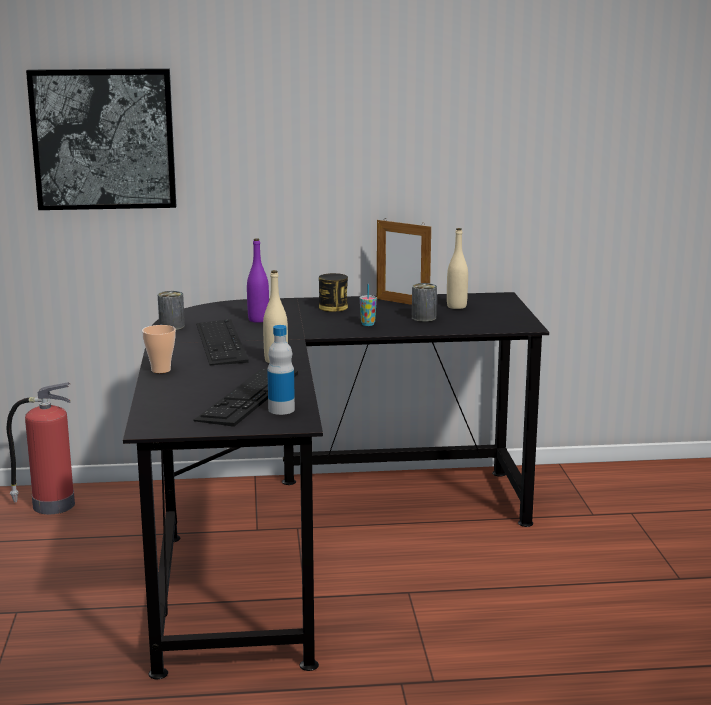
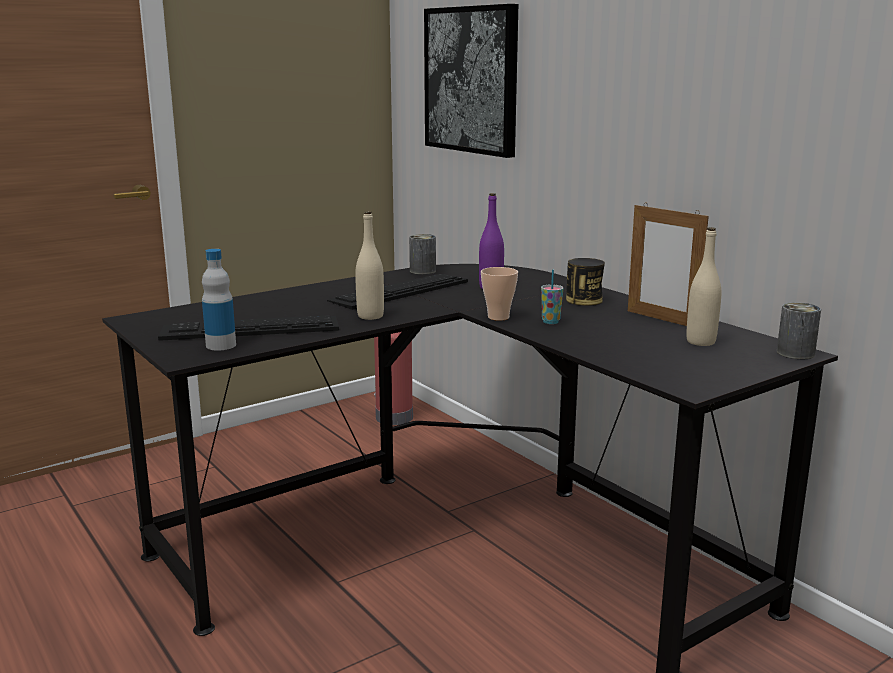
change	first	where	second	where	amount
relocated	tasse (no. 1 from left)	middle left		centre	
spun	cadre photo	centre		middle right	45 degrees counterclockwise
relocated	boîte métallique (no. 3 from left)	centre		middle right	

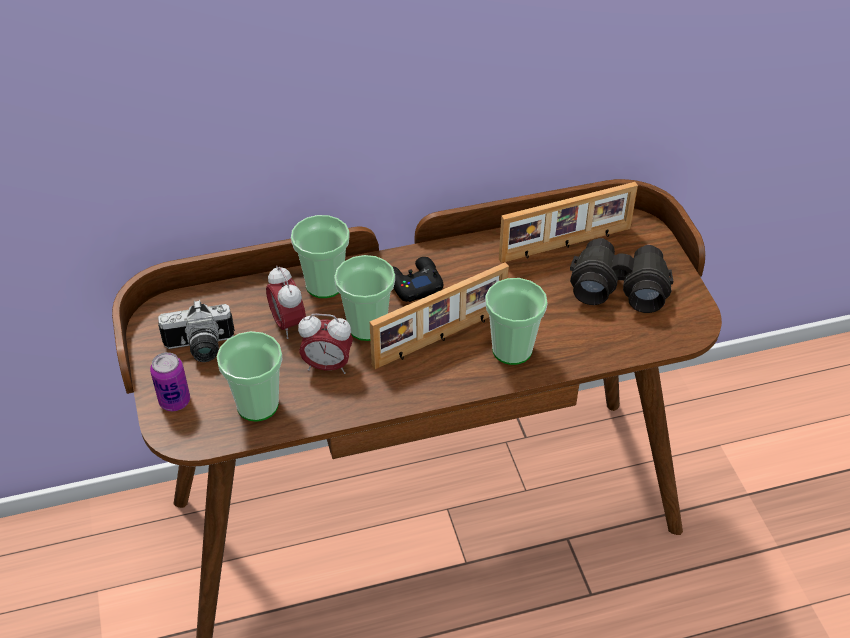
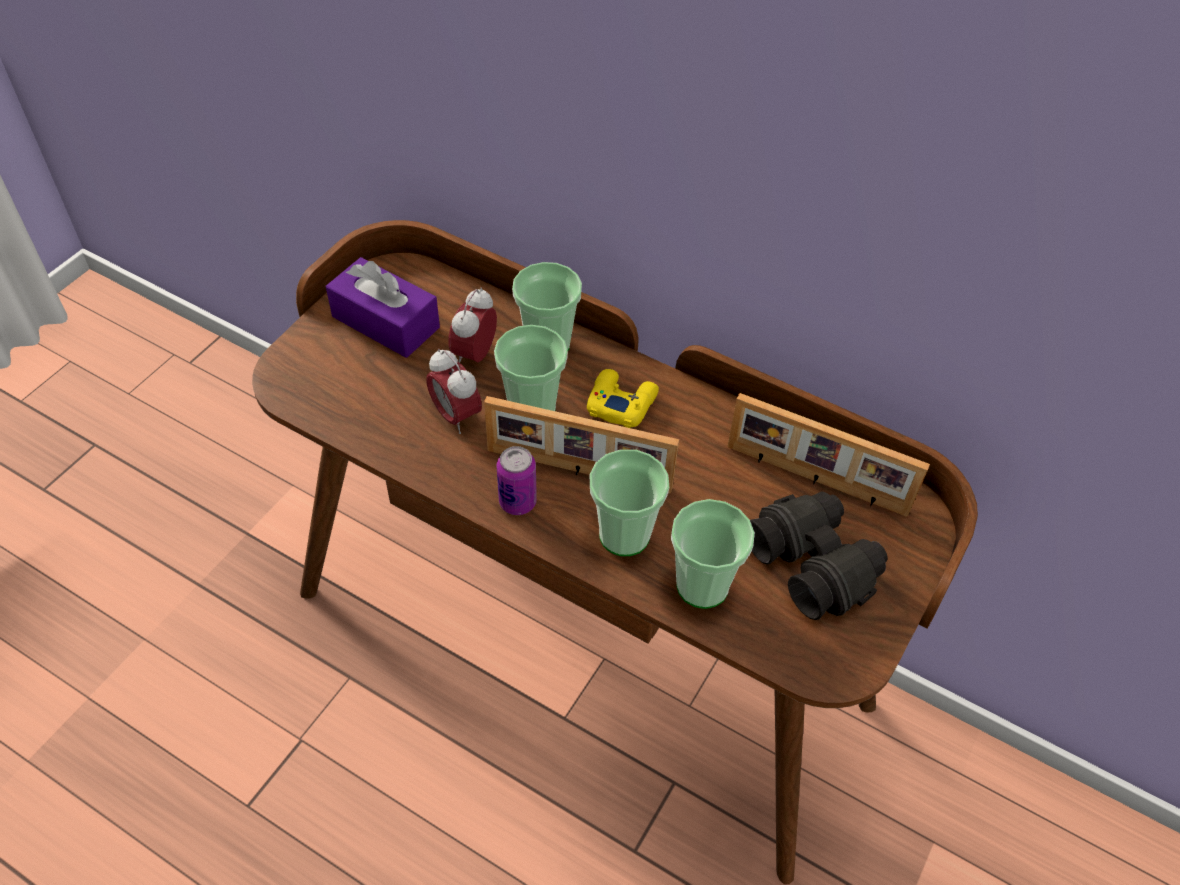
change	first	where	second	where	amount
exchanged	appareil photo	middle left	boîte à mouchoirs (violet)	middle left	
relocated	boîte métallique	middle left		centre	
colour	manette (noir)	centre	manette (jaune)	centre	
relocated	tasse (no. 1 from left in the first image)	middle left	tasse (no. 4 from left)	centre	

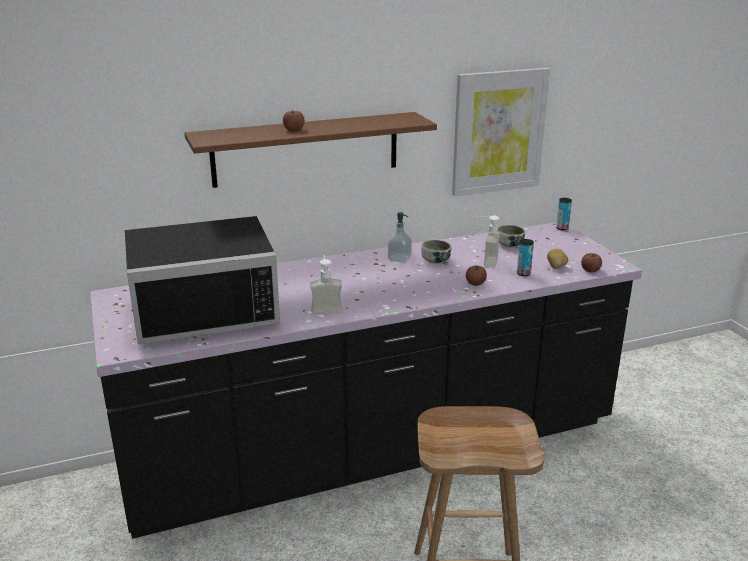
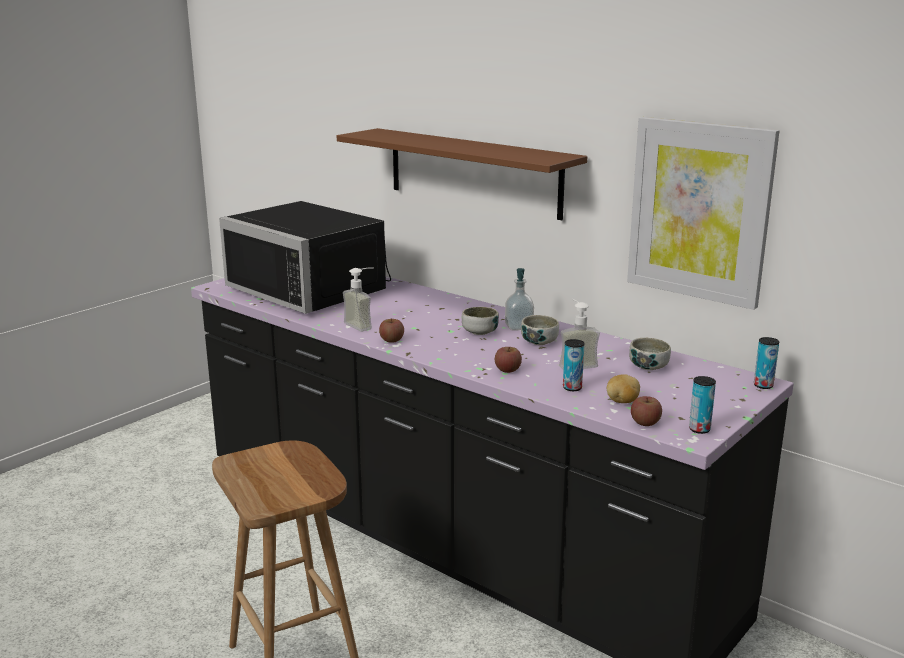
change	first	where	second	where	amount
relocated	pomme (no. 1 from left)	top centre		centre	
appeared			bol (no. 1 from left)	centre	
appeared			boîte métallique (no. 2 from left)	middle right	

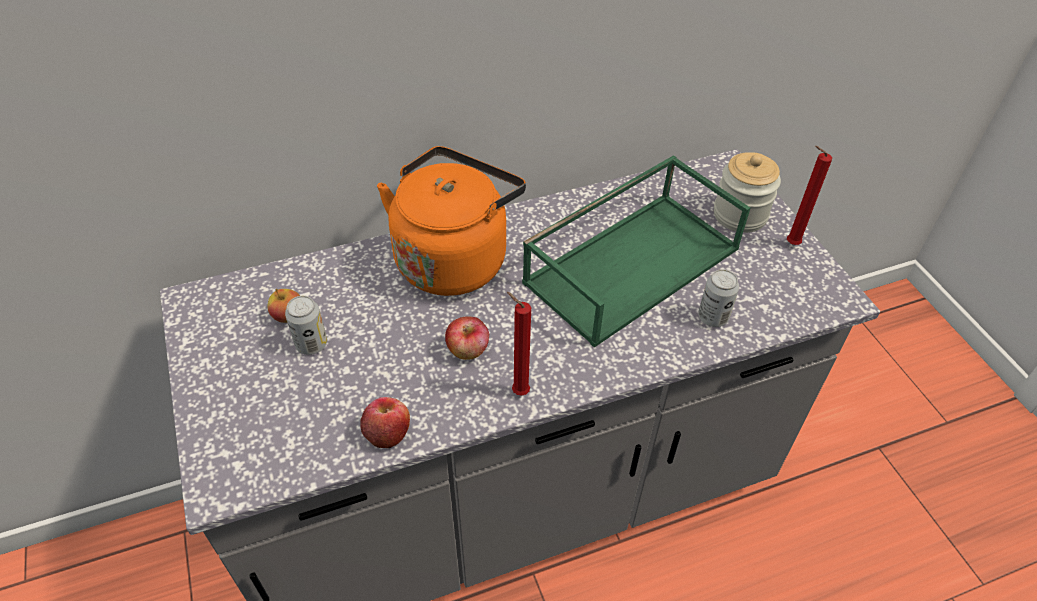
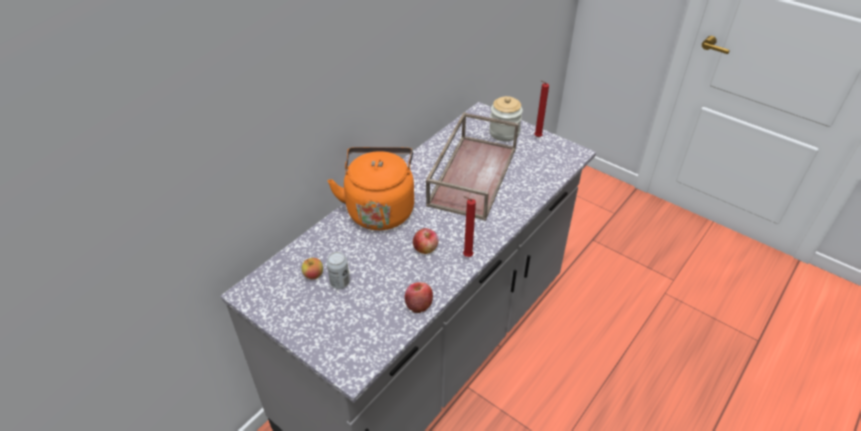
change	first	where	second	where	amount
colour	plateau (vert)	centre	plateau (marron)	centre	
missing	boîte métallique (no. 2 from left)	middle right			

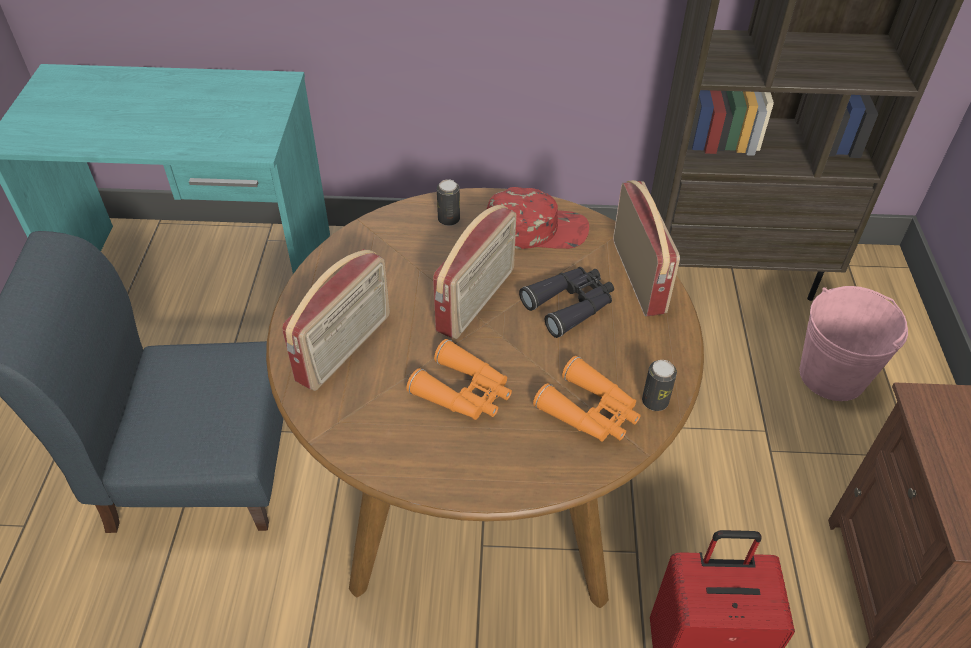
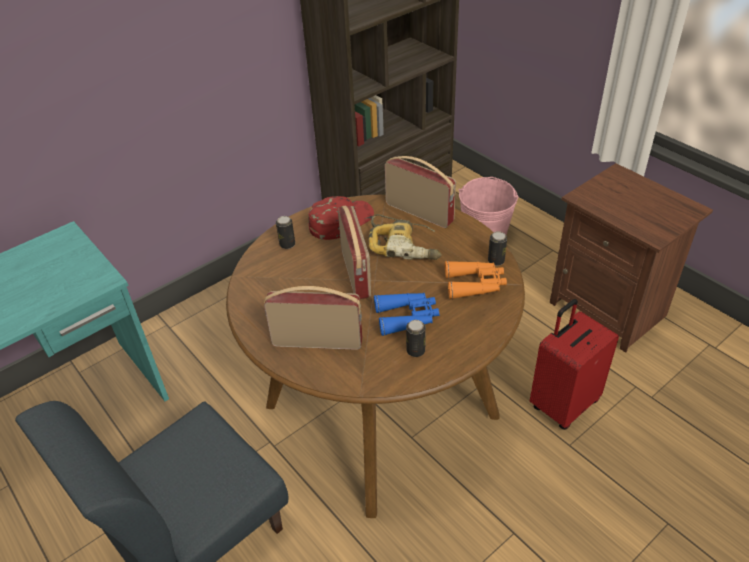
change	first	where	second	where	amount
spun	radio (no. 1 from left)	centre		centre	75 degrees counterclockwise
exchanged	jumelles (noir)	centre	perceuse	centre	
colour	jumelles (orange) (no. 1 from left)	centre	jumelles (bleu)	centre	
appeared			boîte métallique (no. 2 from left)	centre	

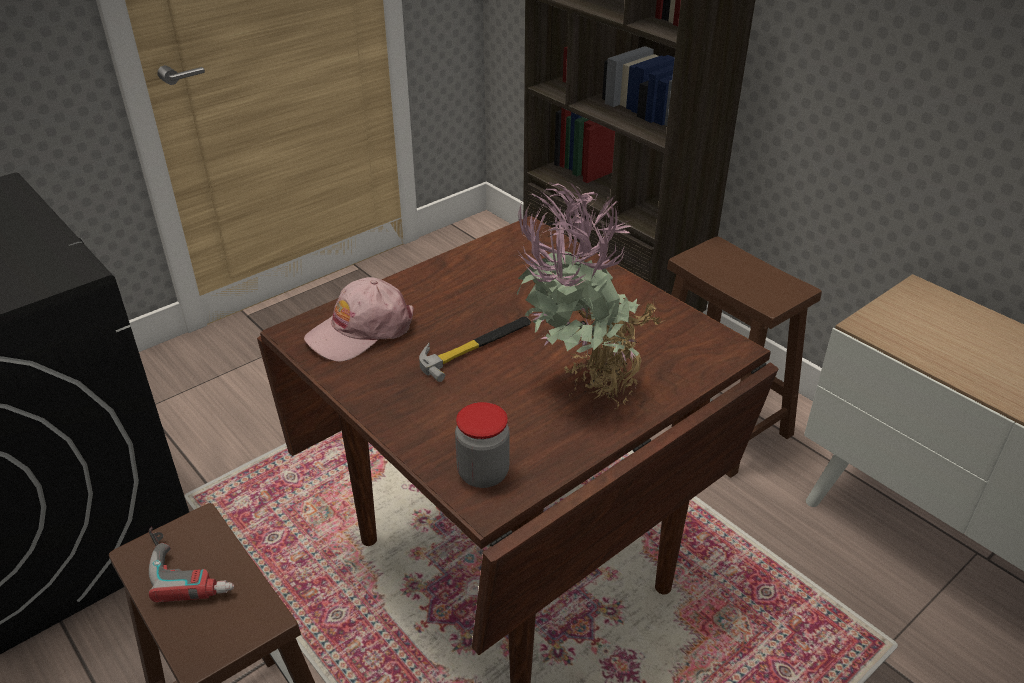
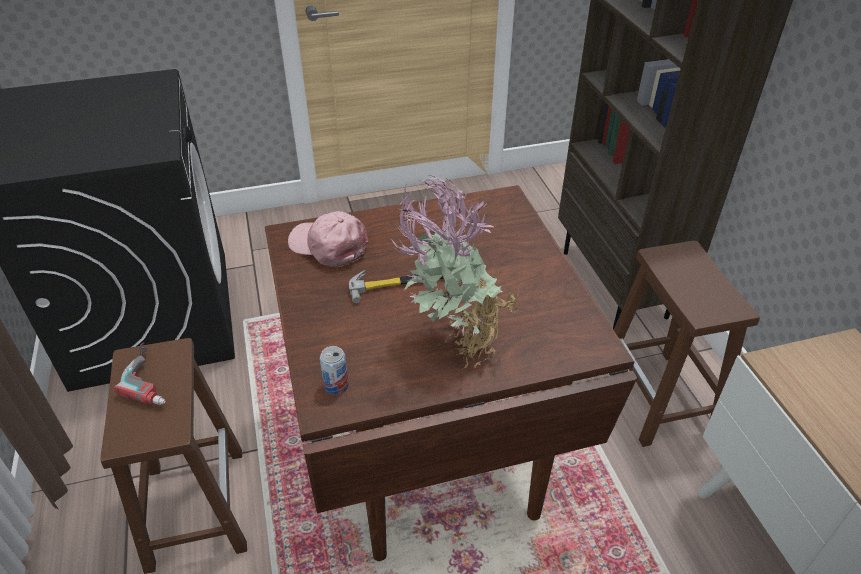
change	first	where	second	where	amount
spun	casquette (rose)	centre		centre	45 degrees clockwise
exchanged	bocal	centre	boîte métallique	centre	

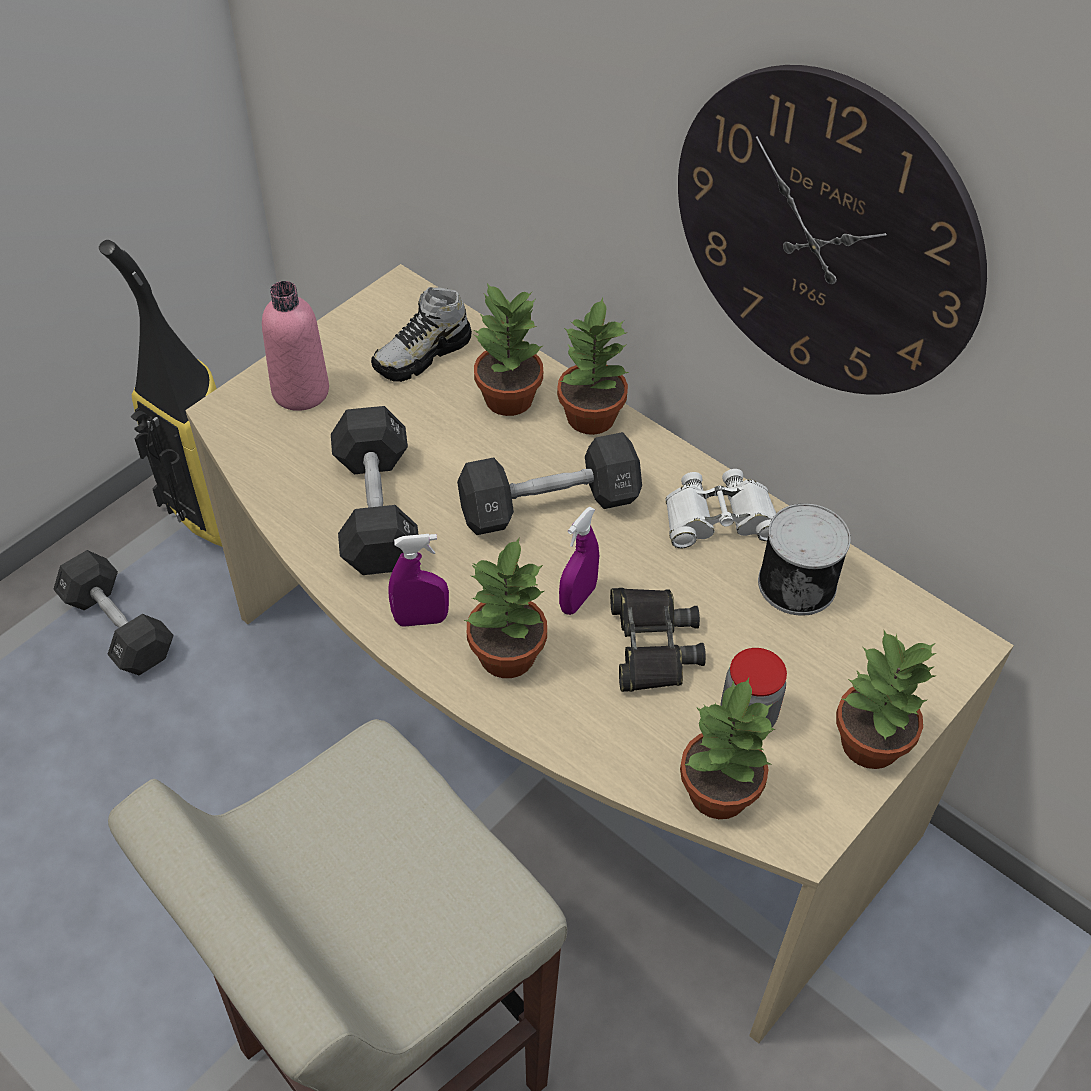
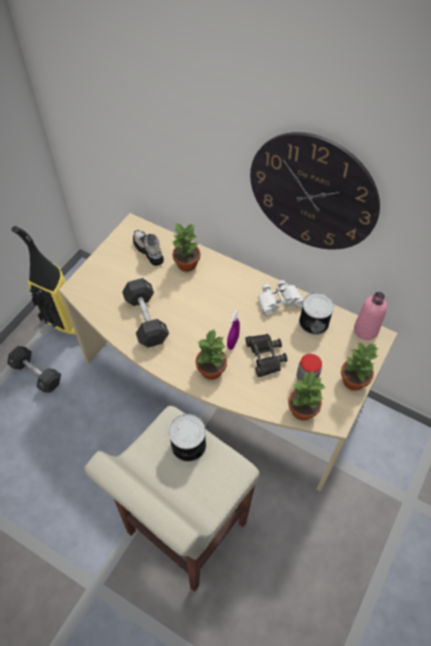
change	first	where	second	where	amount
spun	chaussure	top centre		centre	105 degrees clockwise
appeared			boîte métallique (no. 1 from left)	bottom centre	
relocated	bouteille (rose)	top left		middle right	
missing	vaporisateur (violet) (no. 1 from left)	centre			
missing	haltère (noir) (no. 3 from left)	centre			
missing	plante en pot (no. 3 from left)	centre			

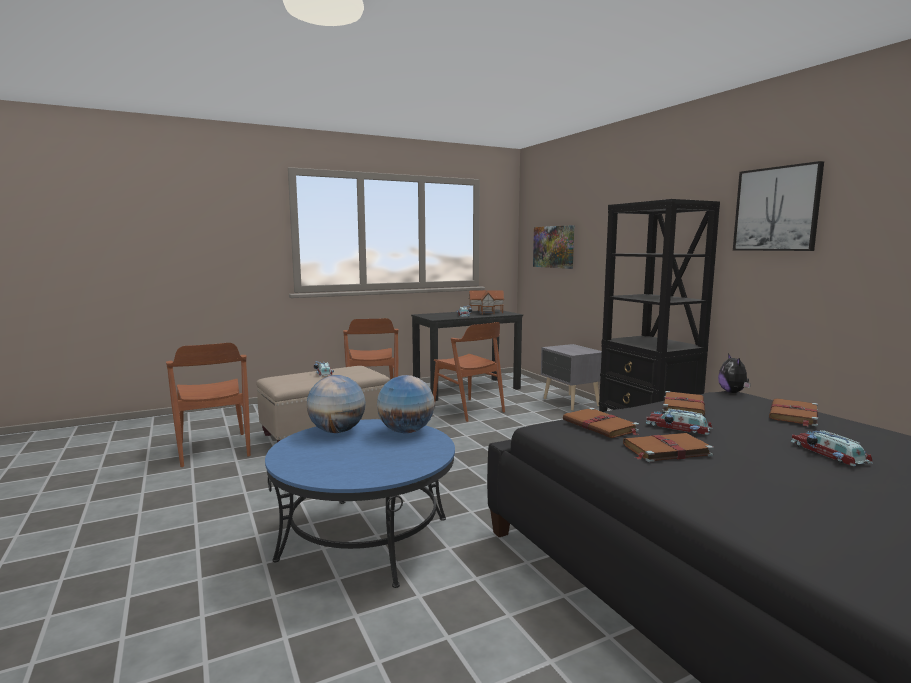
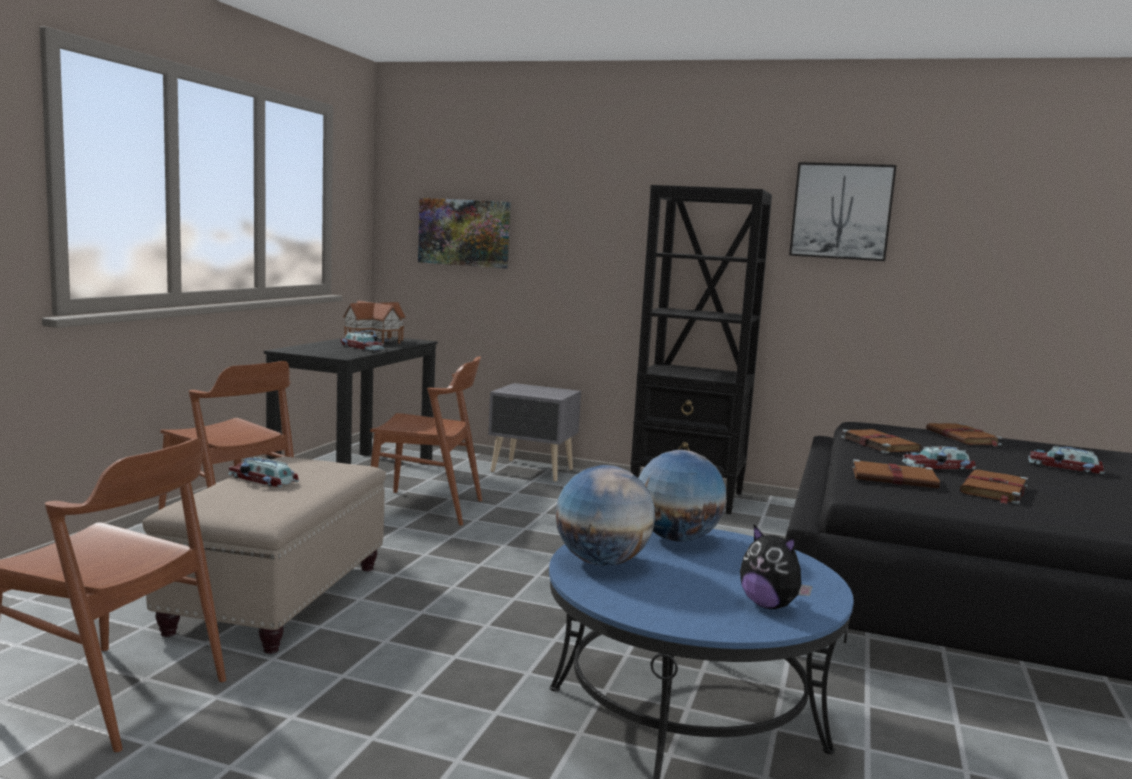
change	first	where	second	where	amount
relocated	peluche	middle right		bottom right	

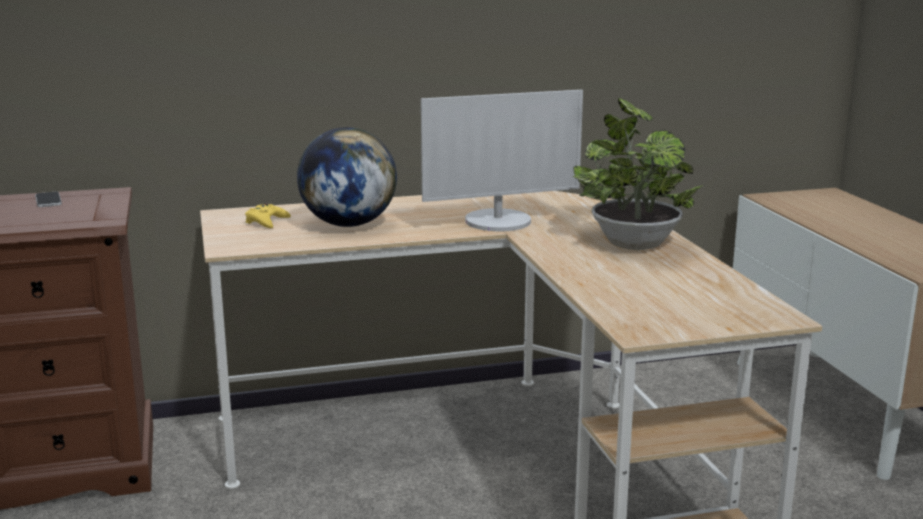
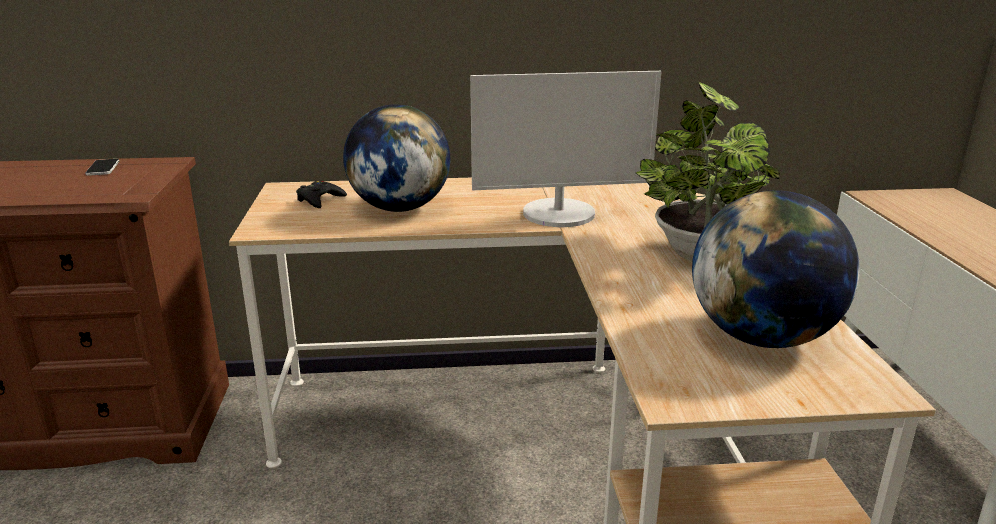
change	first	where	second	where	amount
colour	manette (jaune)	middle left	manette (noir)	middle left	
appeared			globe (no. 2 from left)	middle right	

